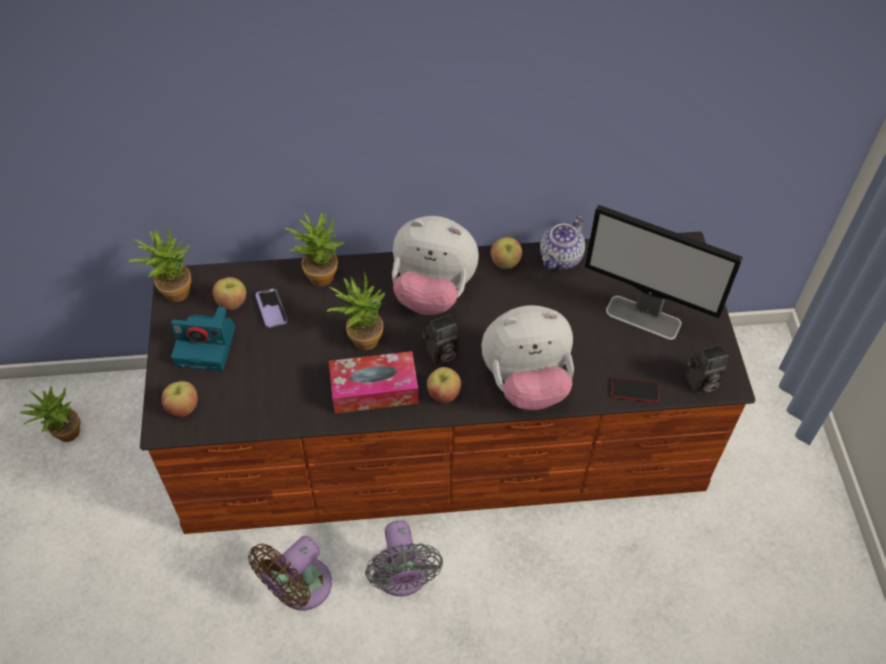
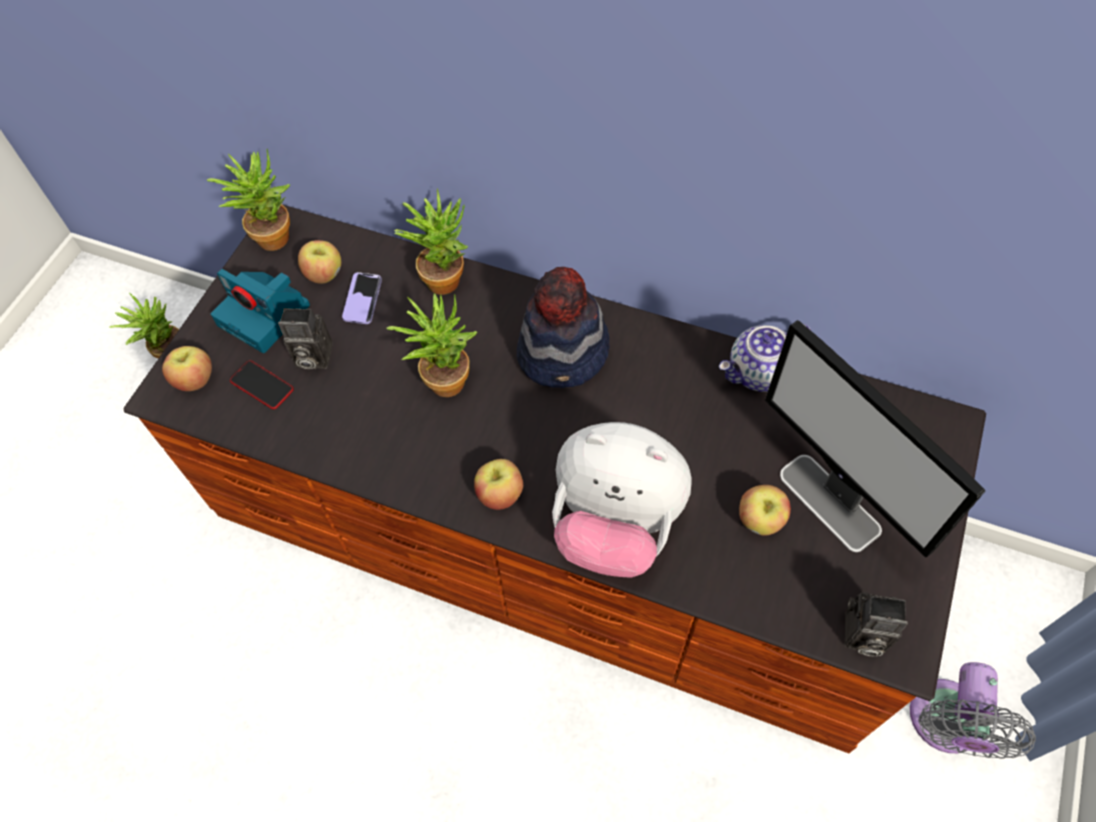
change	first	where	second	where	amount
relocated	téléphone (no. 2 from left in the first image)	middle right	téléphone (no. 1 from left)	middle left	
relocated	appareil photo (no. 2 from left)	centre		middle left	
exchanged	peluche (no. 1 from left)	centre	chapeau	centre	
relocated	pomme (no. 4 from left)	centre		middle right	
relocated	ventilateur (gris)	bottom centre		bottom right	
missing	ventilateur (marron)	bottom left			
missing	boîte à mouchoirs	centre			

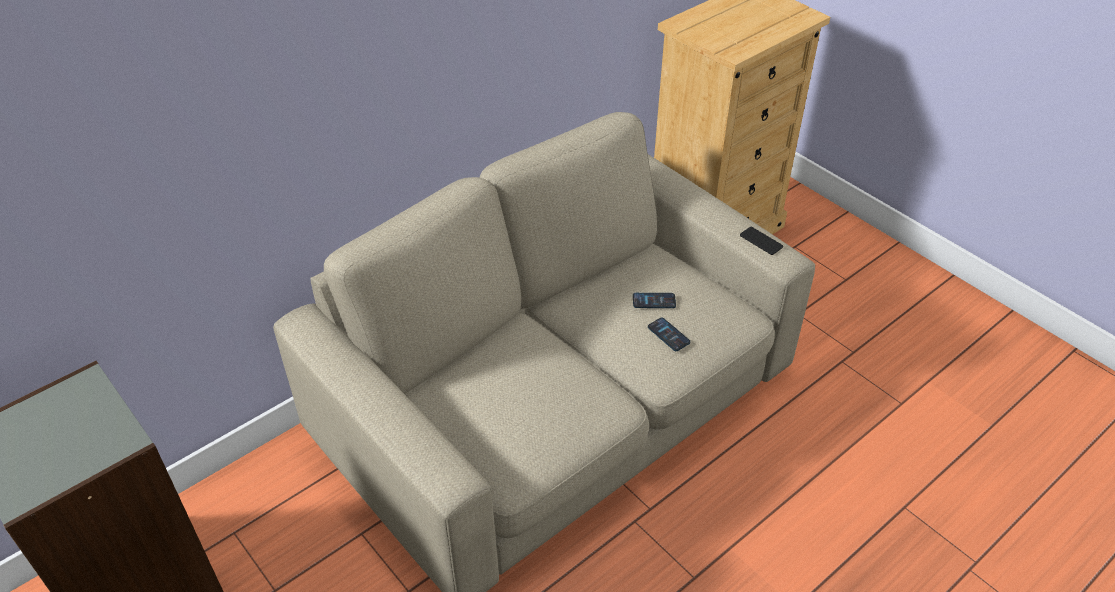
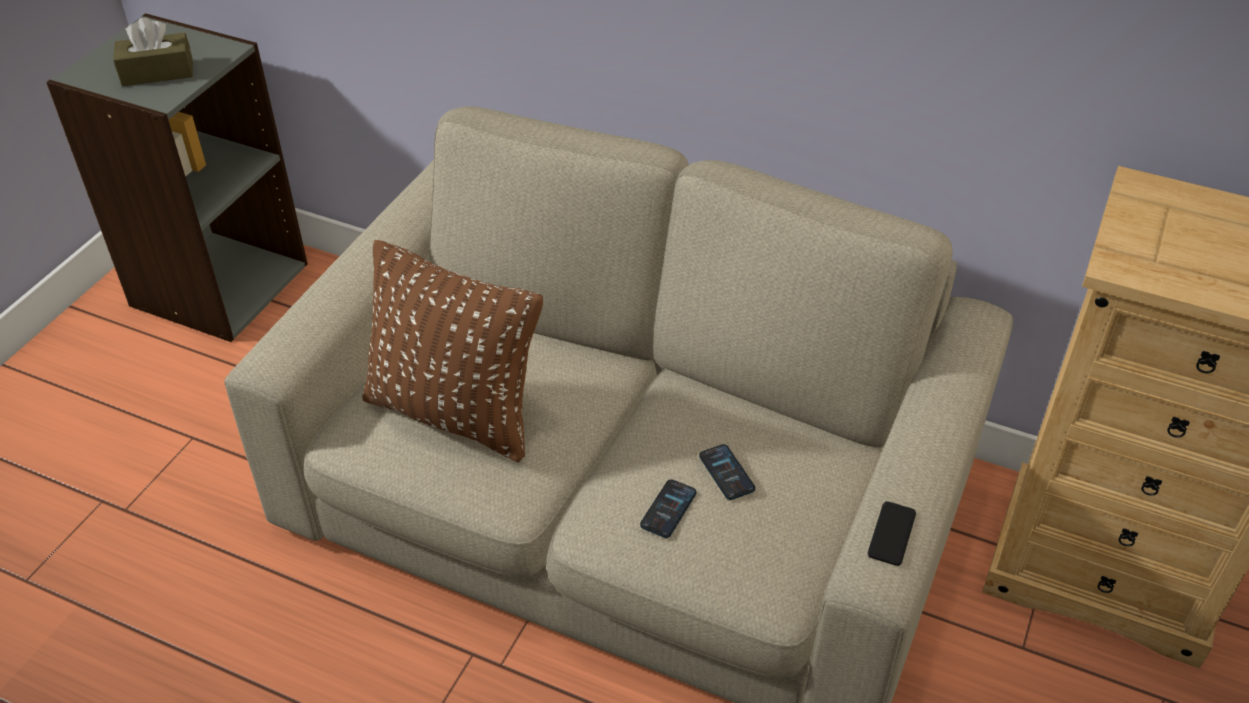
change	first	where	second	where	amount
appeared			boîte à mouchoirs (marron)	top left	
appeared			coussin (marron)	centre	

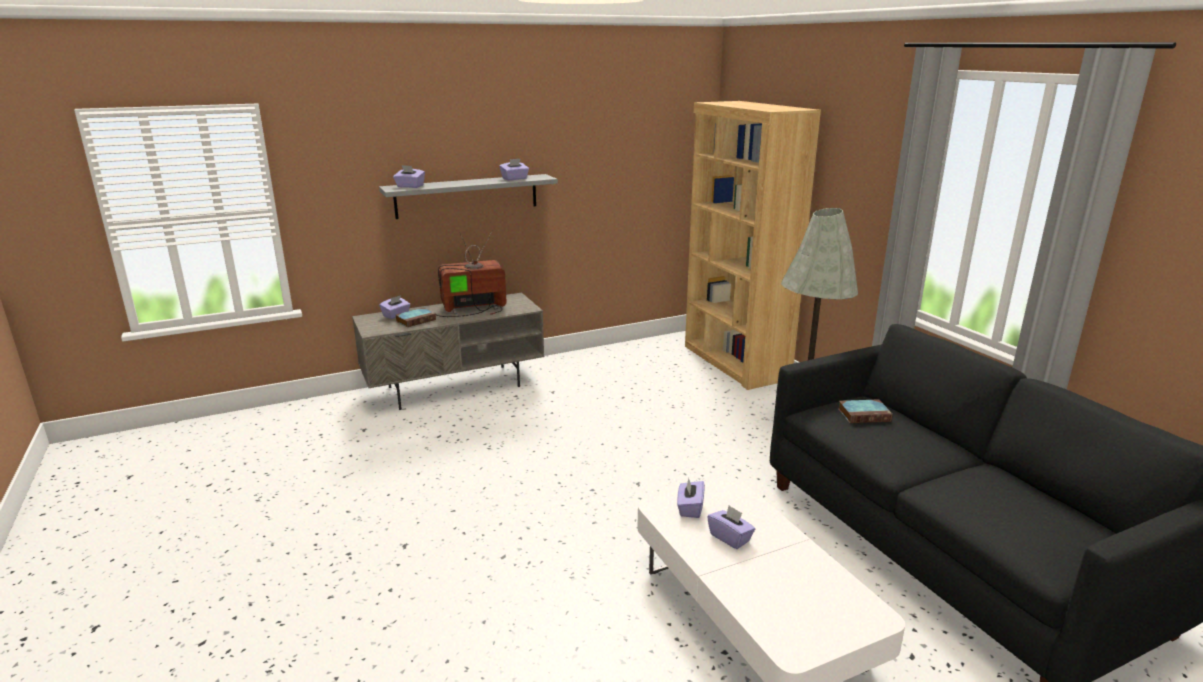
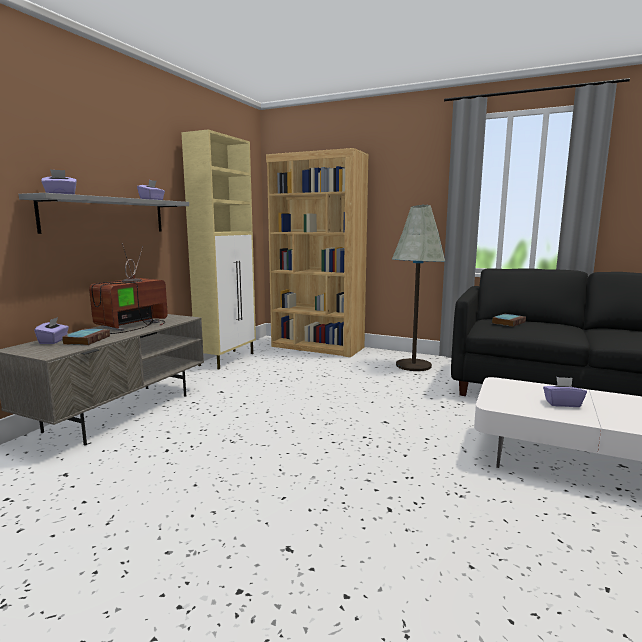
change	first	where	second	where	amount
appeared			meuble de rangement (beige)	centre	
missing	boîte à mouchoirs (violet) (no. 4 from left)	bottom centre			

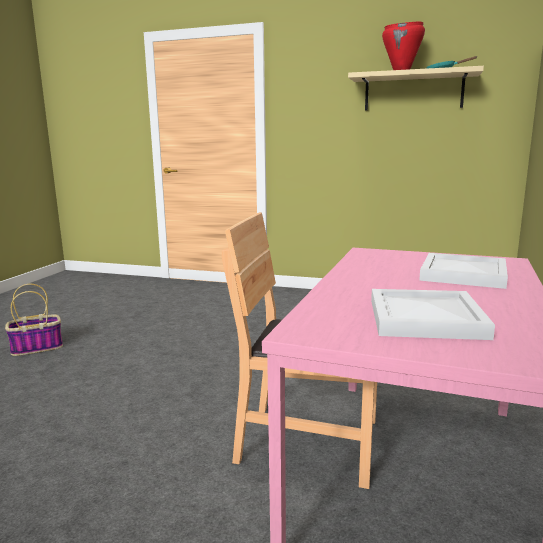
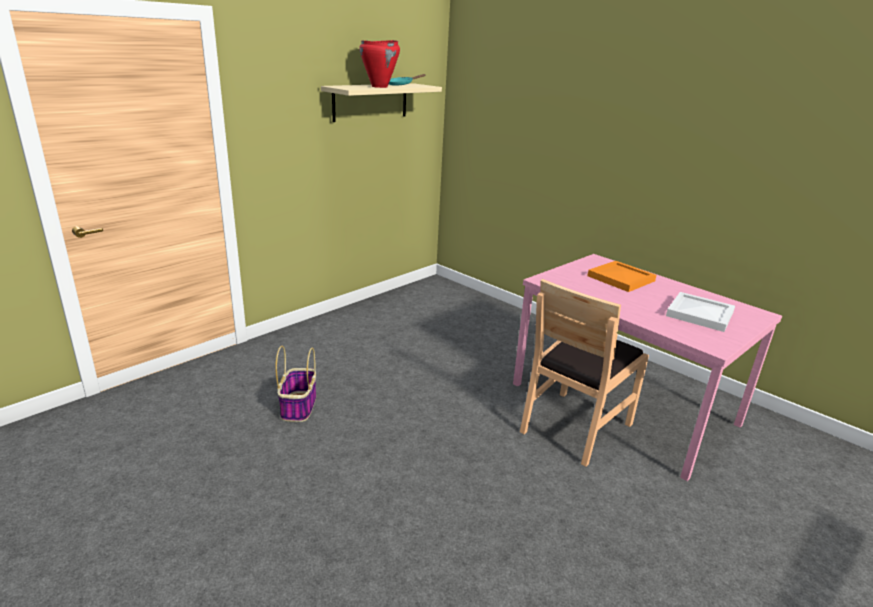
change	first	where	second	where	amount
relocated	panier	middle left		centre	
colour	plateau (blanc) (no. 2 from left)	middle right	plateau (orange)	middle right	

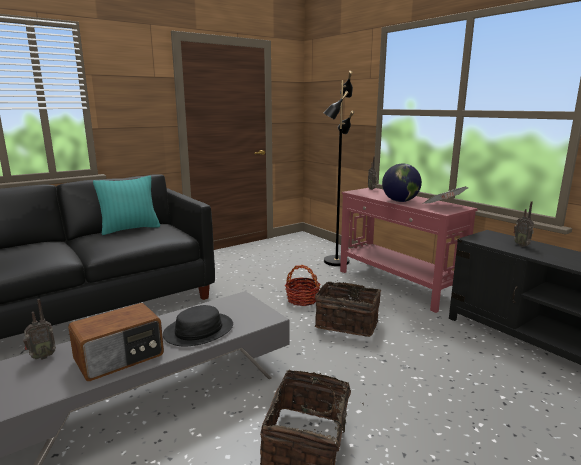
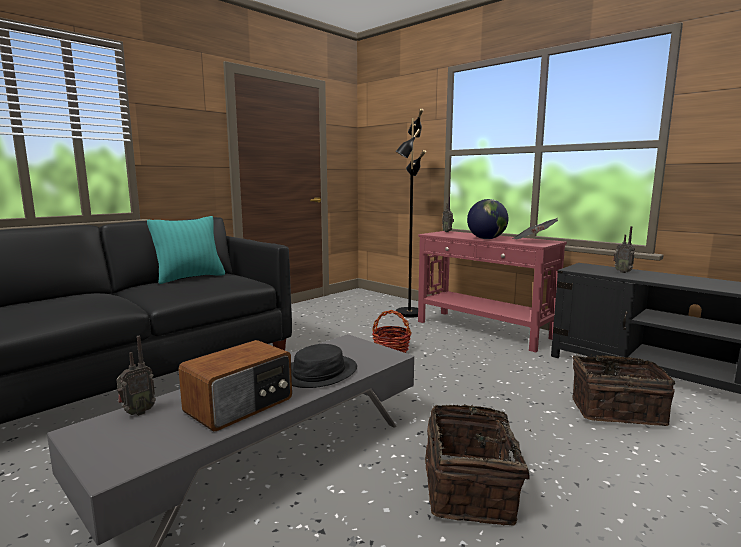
change	first	where	second	where	amount
relocated	panier (no. 3 from left)	centre		bottom right	

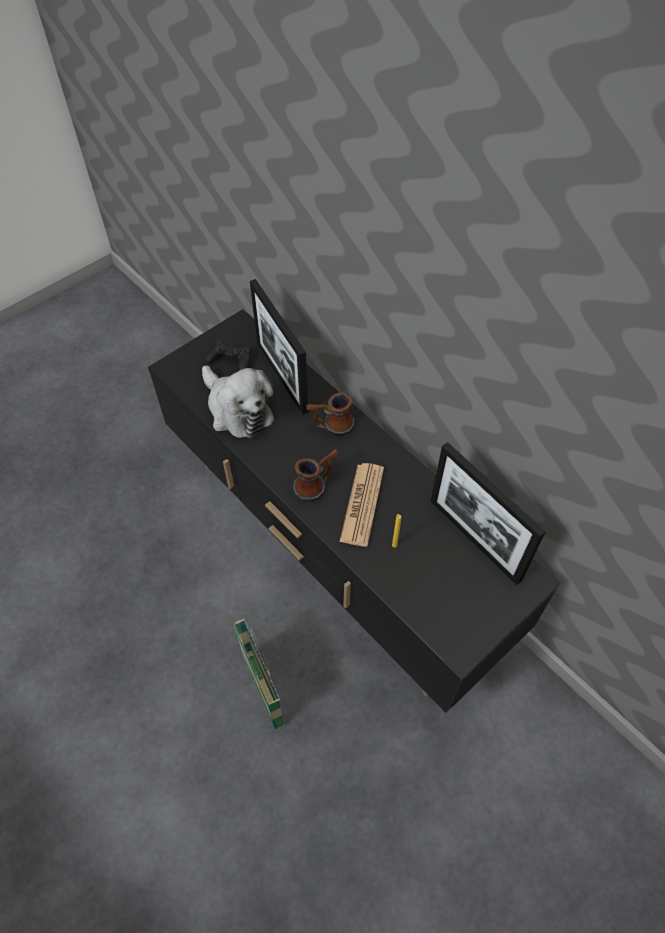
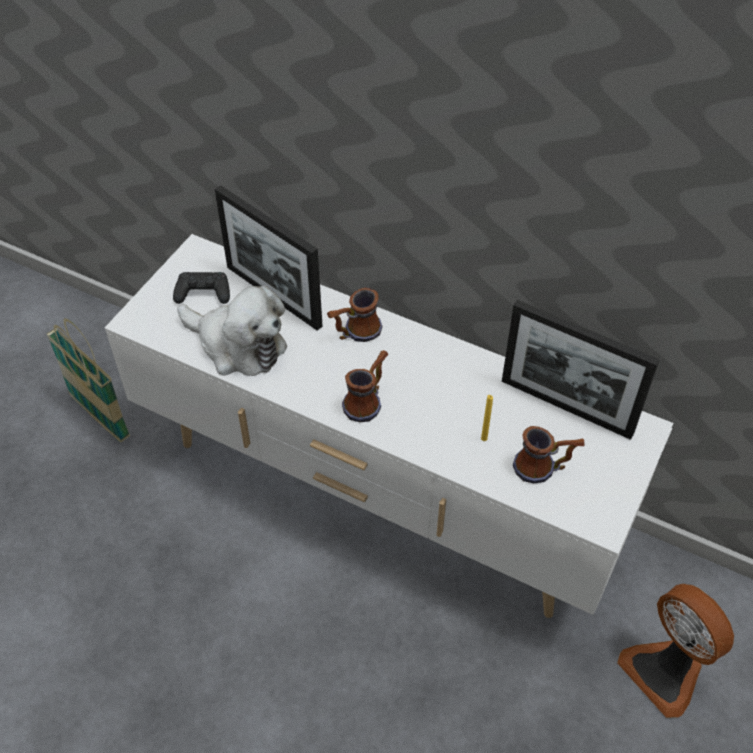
change	first	where	second	where	amount
relocated	panier	bottom centre		middle left	
colour	meuble télé (noir)	centre	meuble télé (blanc)	centre	
appeared			mug (no. 3 from left)	middle right	
appeared			ventilateur	bottom right	
missing	journal	centre			

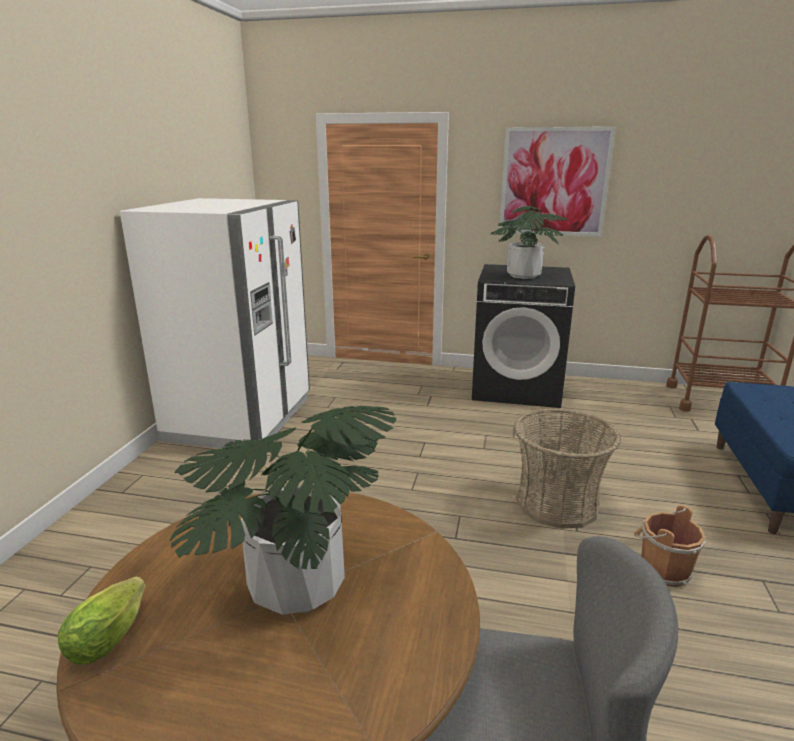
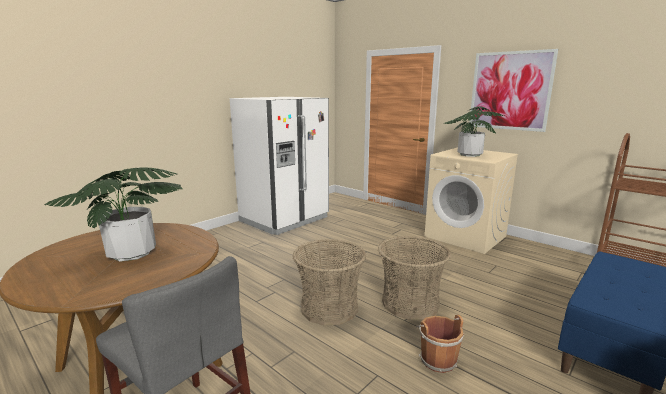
change	first	where	second	where	amount
appeared			panier (no. 1 from left)	bottom centre	
colour	lave-linge (noir)	centre	lave-linge (beige)	middle right	
missing	laitue	bottom left			

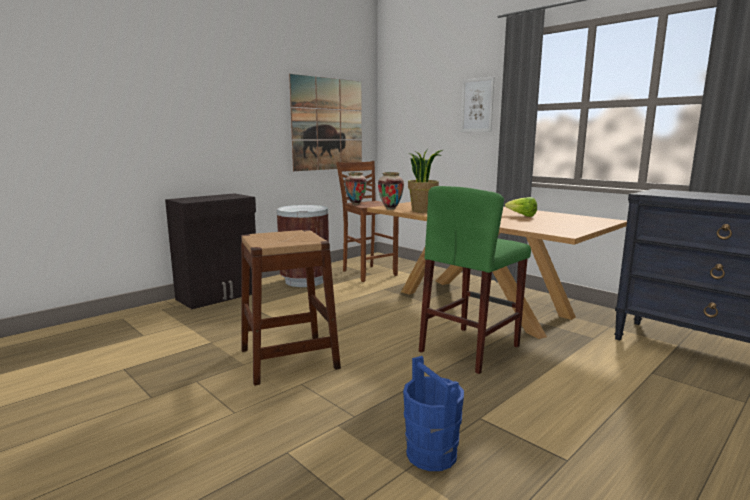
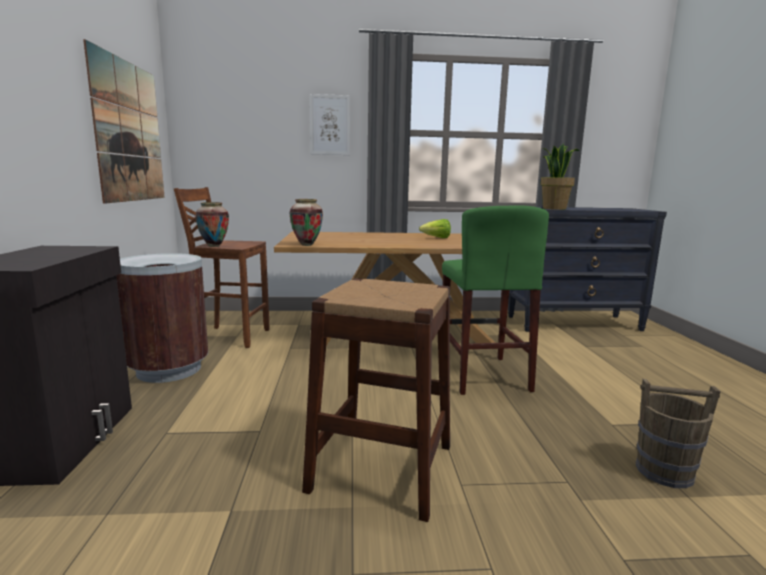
change	first	where	second	where	amount
relocated	plante en pot	centre		top right	
colour	seau (bleu)	bottom centre	seau (marron)	bottom right	

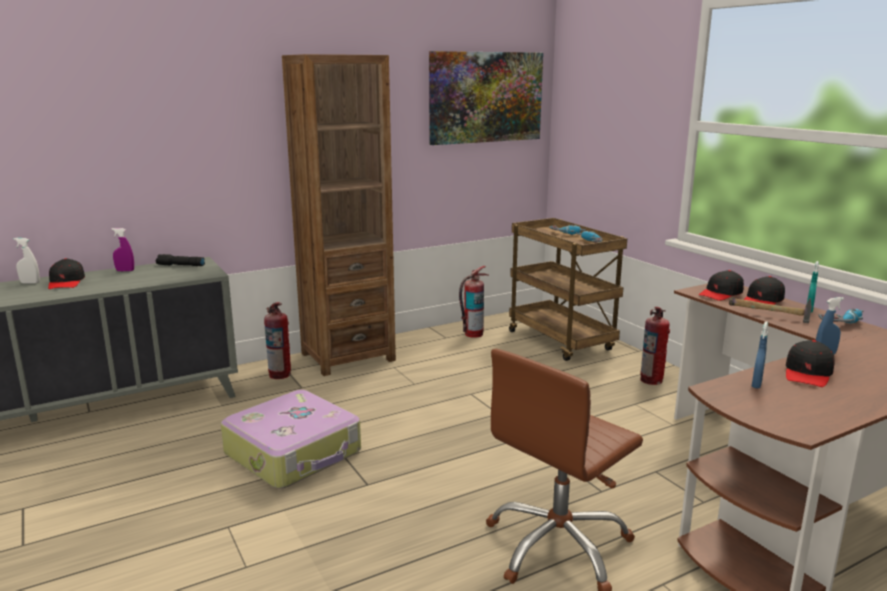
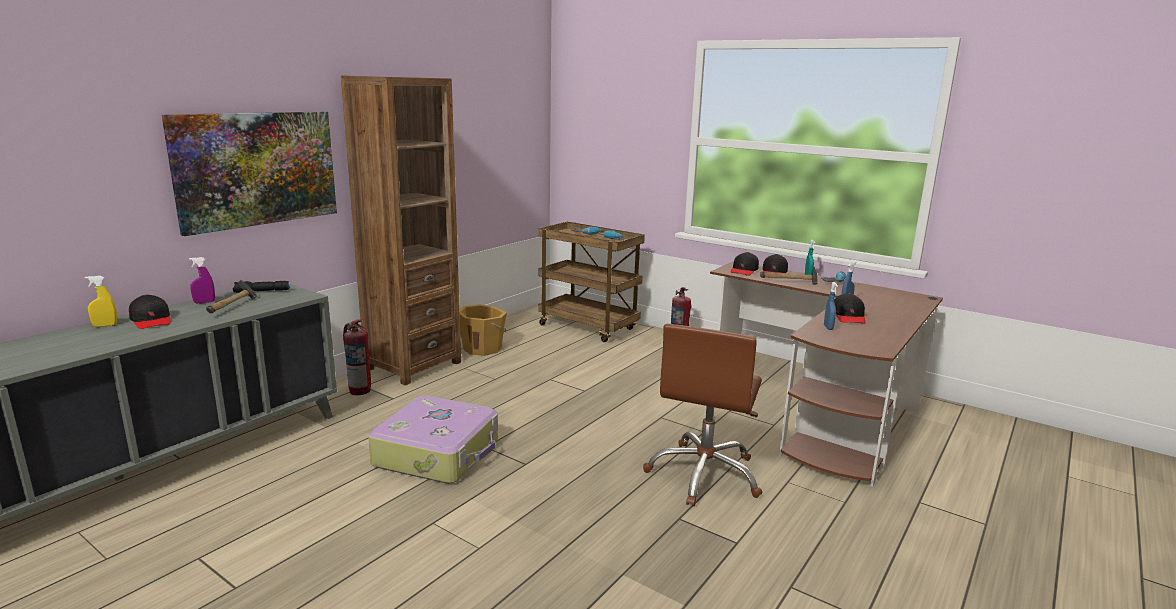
change	first	where	second	where	amount
colour	vaporisateur (blanc)	middle left	vaporisateur (jaune)	middle left	
relocated	tableau	top centre		top left	
appeared			marteau (no. 1 from left)	middle left	
appeared			seau (orange)	centre	
missing	extincteur (no. 2 from left)	centre			

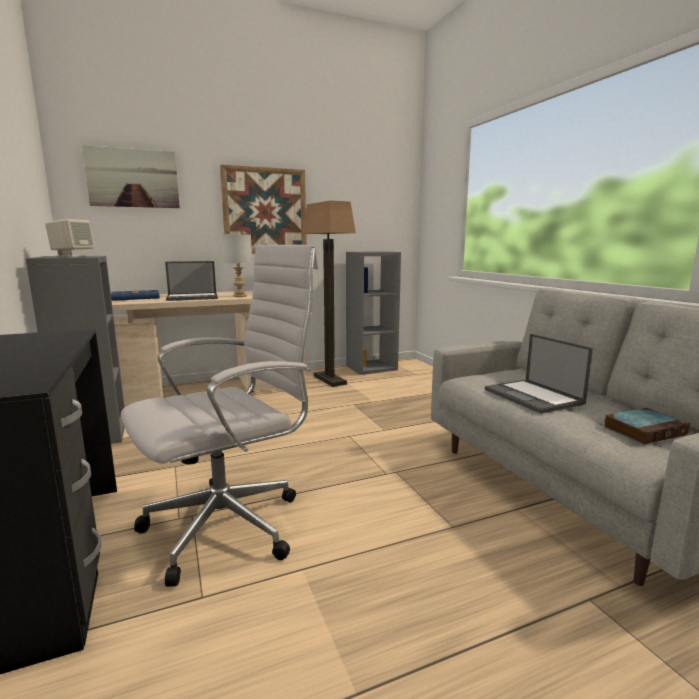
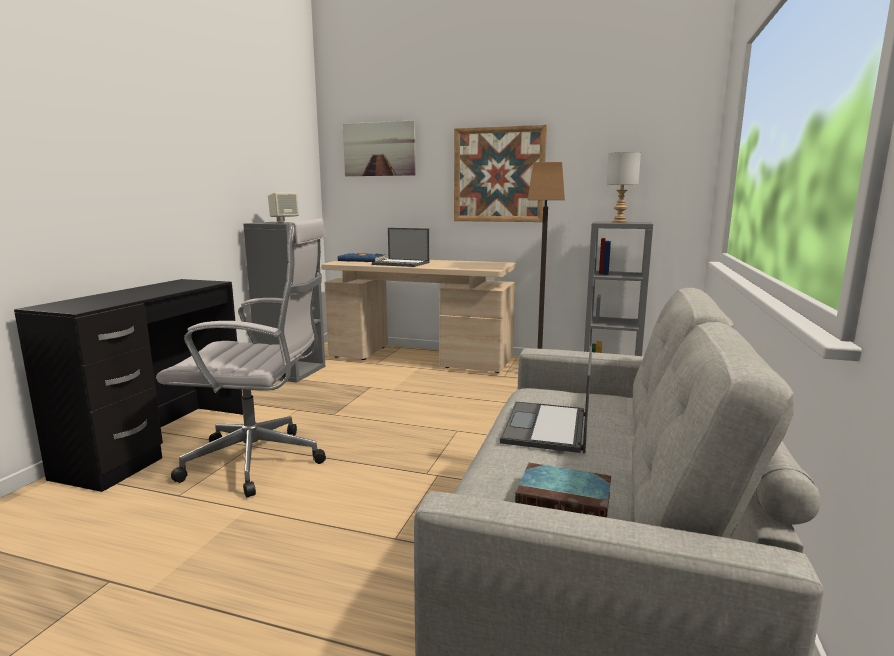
change	first	where	second	where	amount
relocated	lampe de table (gris)	centre		top right	

